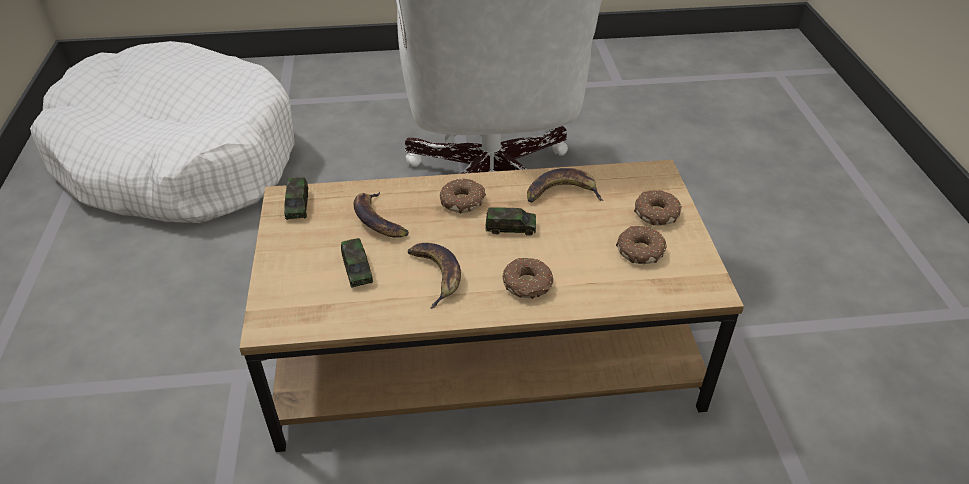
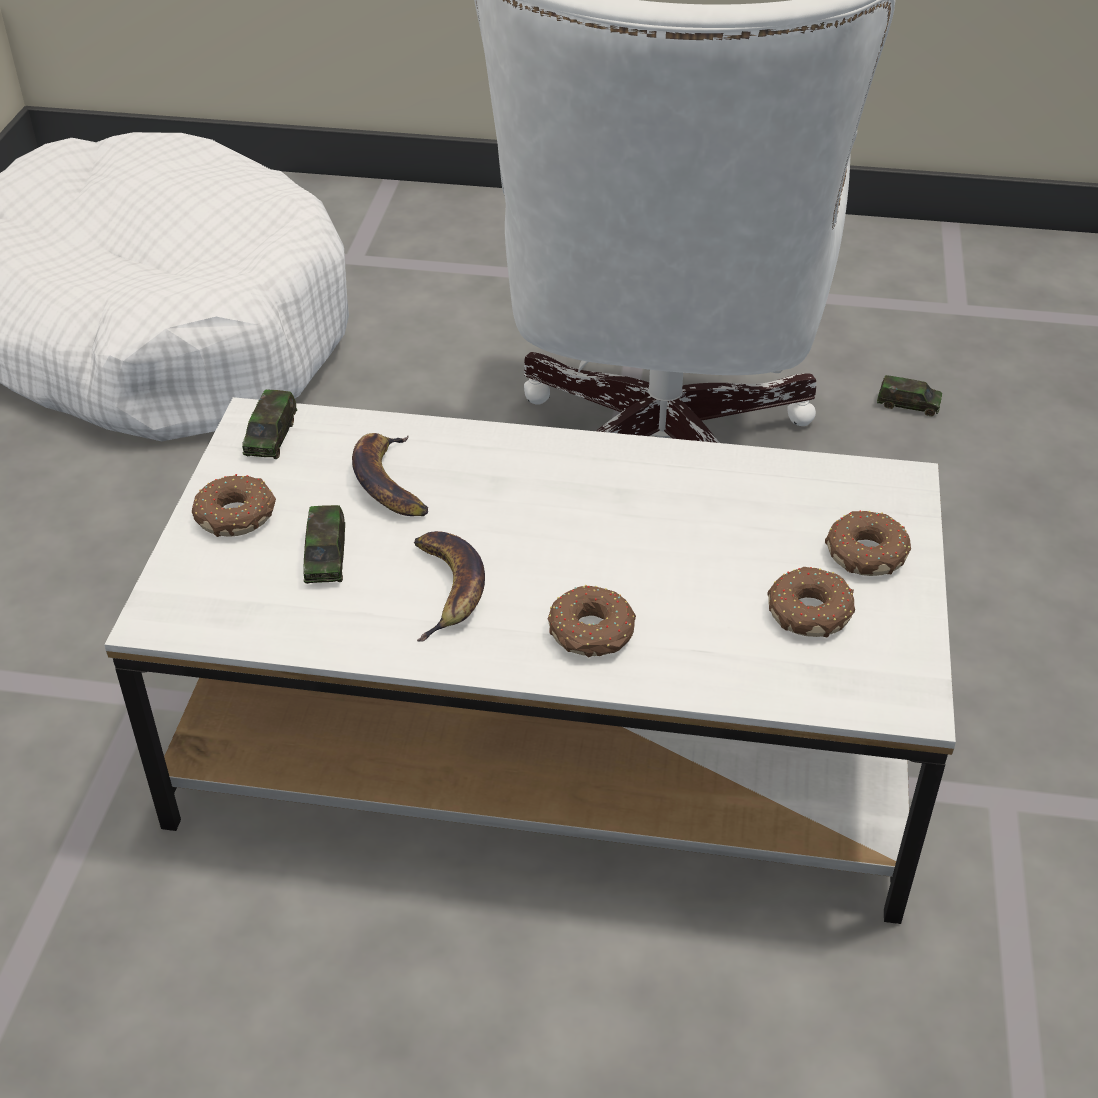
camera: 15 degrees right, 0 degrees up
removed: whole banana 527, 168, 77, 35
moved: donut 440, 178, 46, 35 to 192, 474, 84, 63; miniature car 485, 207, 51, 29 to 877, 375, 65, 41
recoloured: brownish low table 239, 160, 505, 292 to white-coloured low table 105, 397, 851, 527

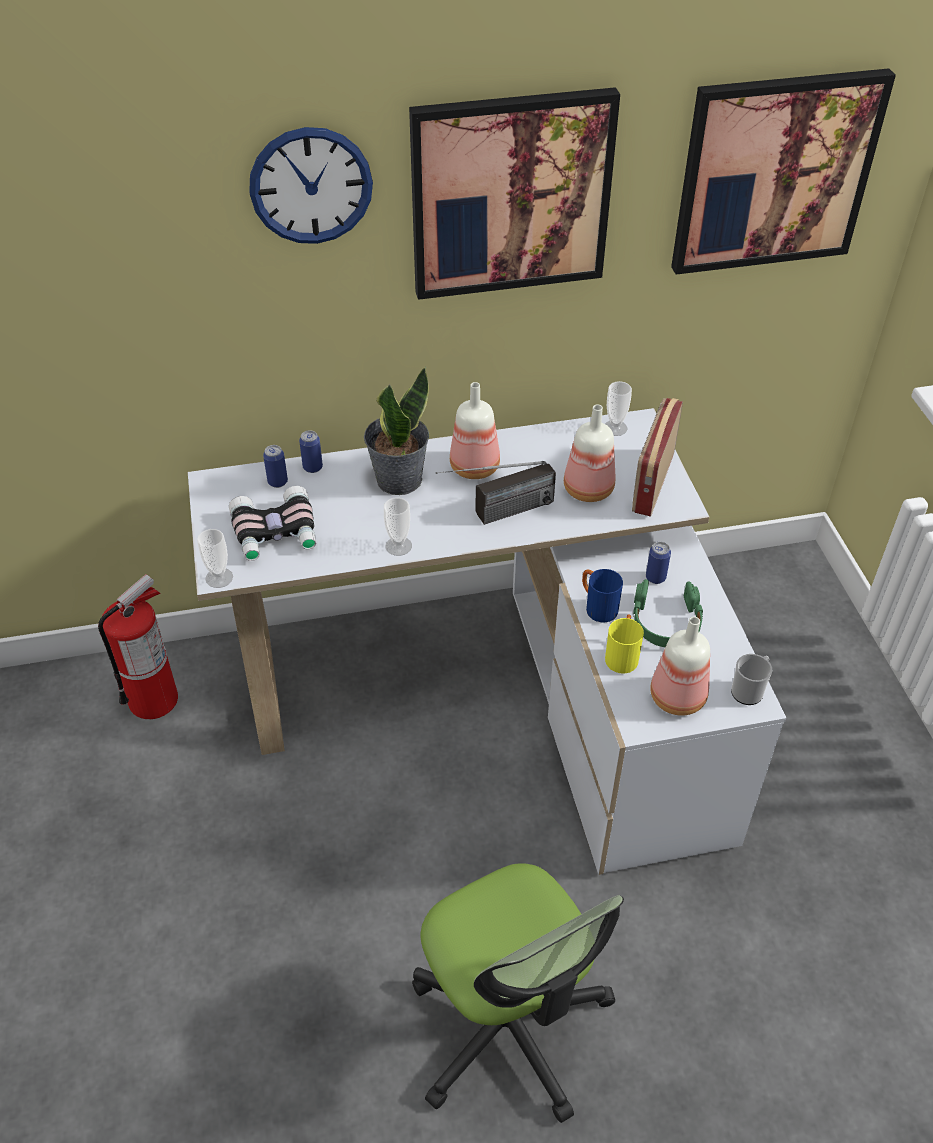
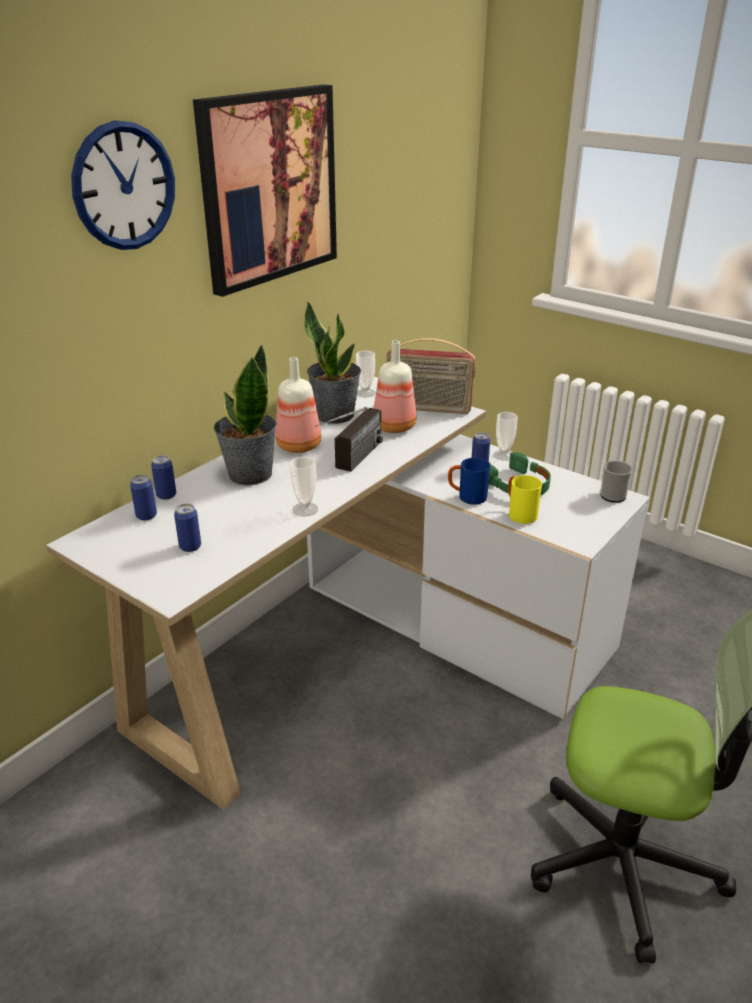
camera: 40 degrees left, 15 degrees down
removed: fire-fighting cylinder 98, 574, 80, 145; bottle 650, 617, 60, 99; picture 671, 68, 225, 207
added: houseplant 303, 301, 58, 123
moved: small cup 197, 529, 36, 59 to 493, 412, 25, 49
replaced: field glasses 229, 486, 87, 75 to metal can 174, 503, 27, 49
turned: radio set 632, 398, 51, 119 = 386, 338, 89, 76 60 degrees counterclockwise

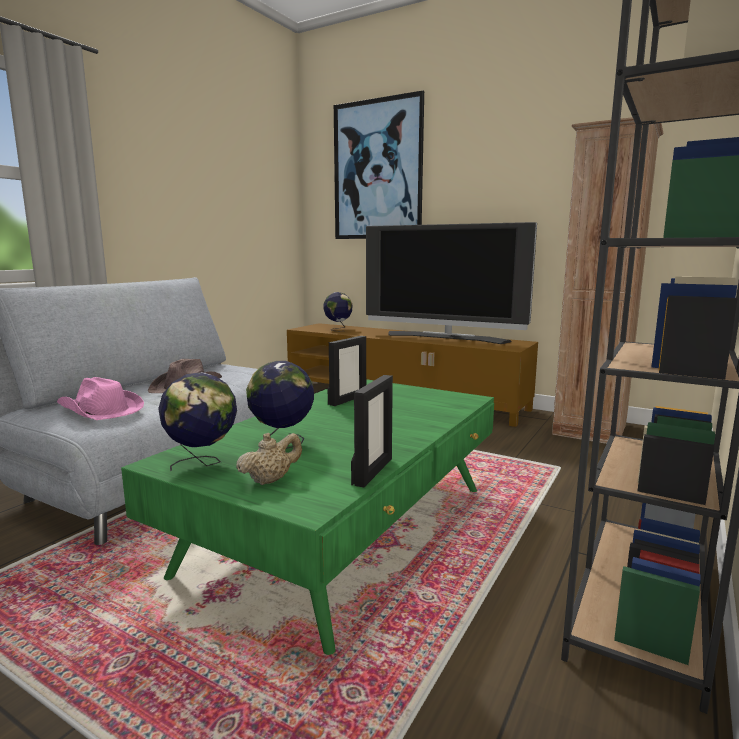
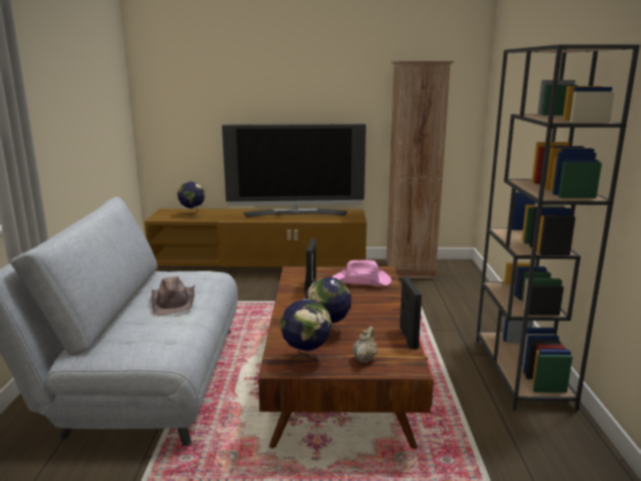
camera: 30 degrees left, 5 degrees up
removed: picture 334, 90, 90, 149
moved: pink wearable hat 57, 377, 87, 43 to 332, 260, 60, 26
recoloured: green-coloured low table 121, 379, 373, 276 to brownish low table 258, 266, 176, 183

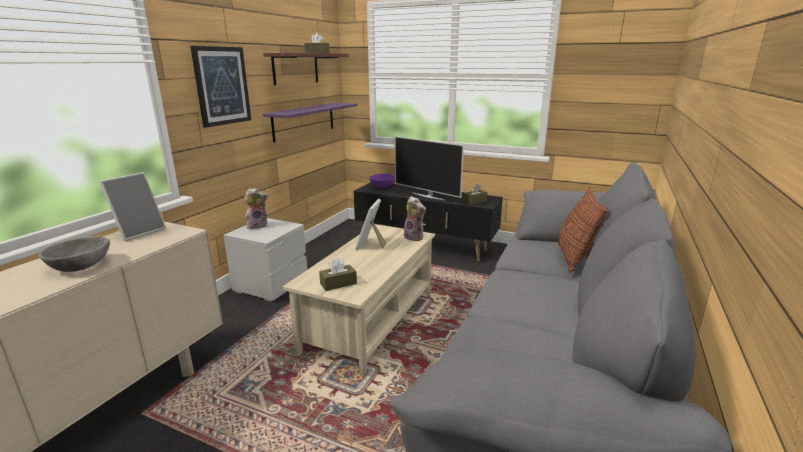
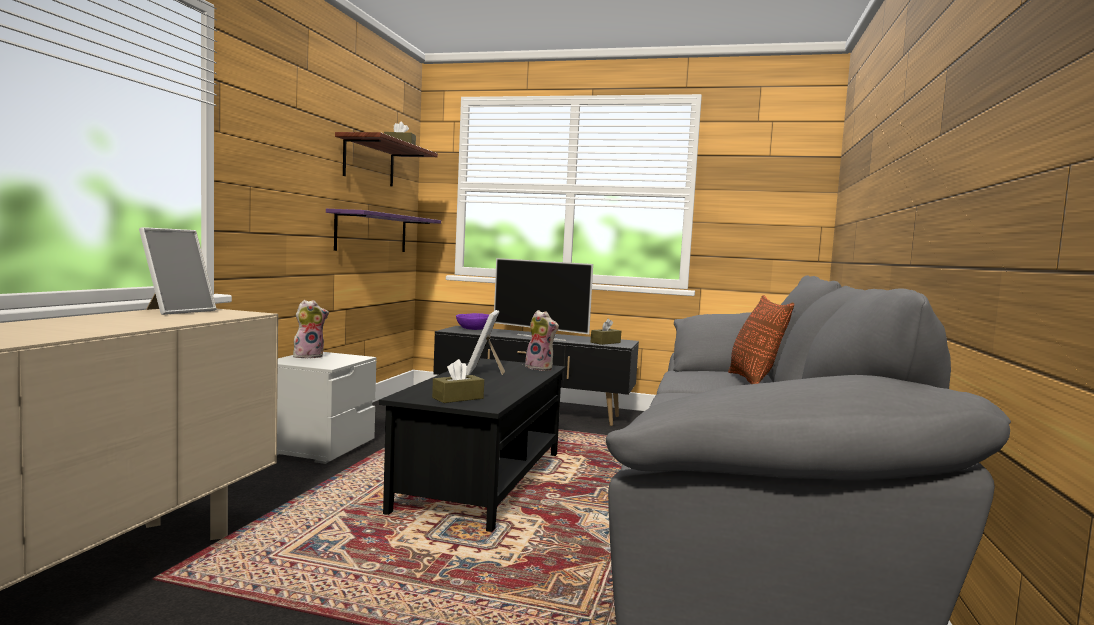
camera: 10 degrees left, 15 degrees down
removed: grey bowl 39, 236, 71, 36; picture 190, 46, 61, 82
recoloured: sand-coloured low table 283, 224, 152, 153 to blackish low table 379, 358, 187, 174

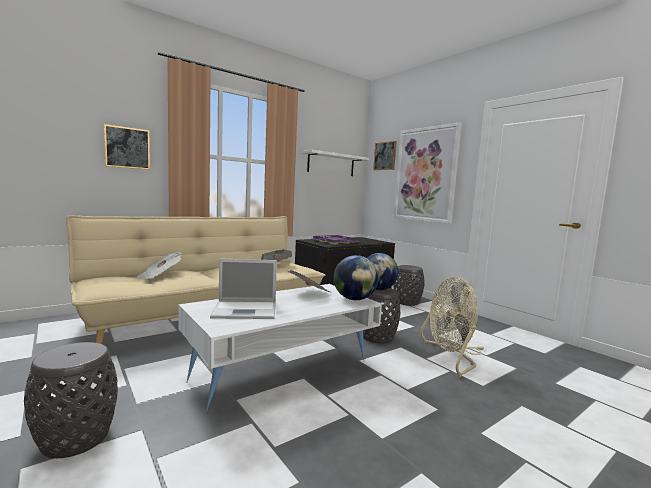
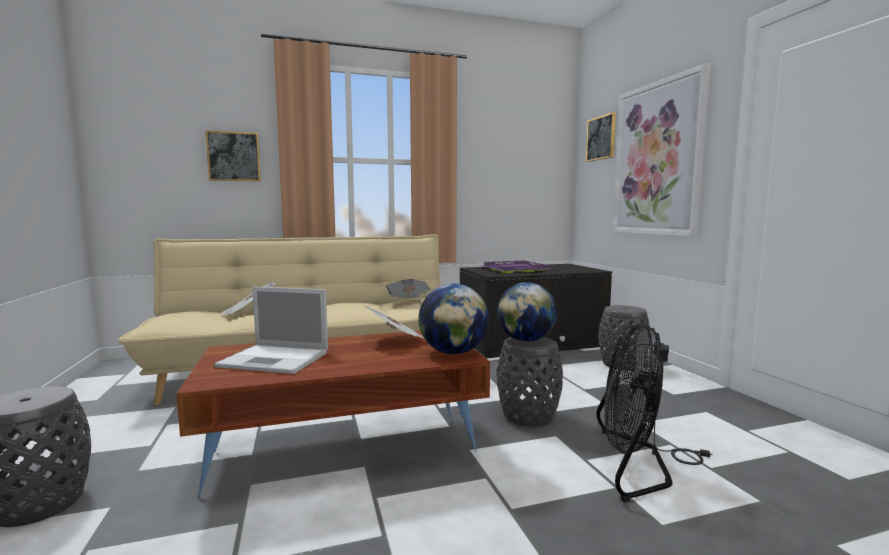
camera: 20 degrees right, 0 degrees up
removed: white-coloured shelf 302, 150, 67, 26
recoloured: white-coloured low table 178, 284, 204, 129 to brownish low table 176, 331, 314, 166; sand-coloured cooling fan 421, 277, 63, 101 to blackish cooling fan 597, 323, 116, 180

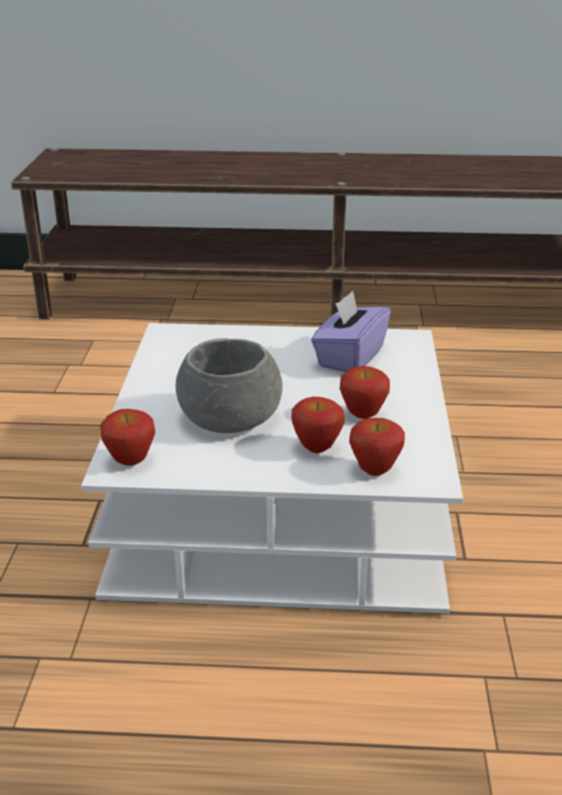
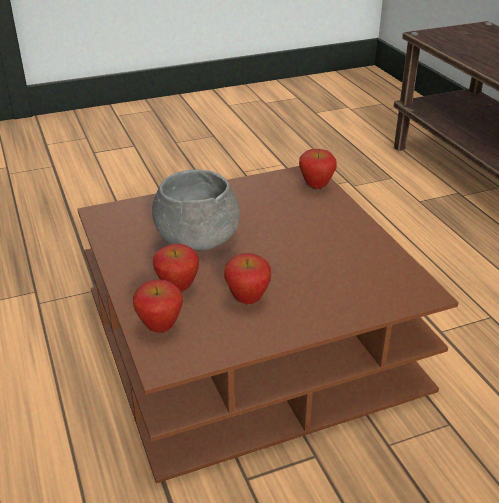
camera: 65 degrees right, 5 degrees up
removed: purple tissue box 311, 291, 80, 81
moved: apple 100, 409, 56, 57 to 299, 149, 38, 40
recoloured: white-coloured low table 81, 323, 382, 291 to brownish low table 77, 166, 382, 318

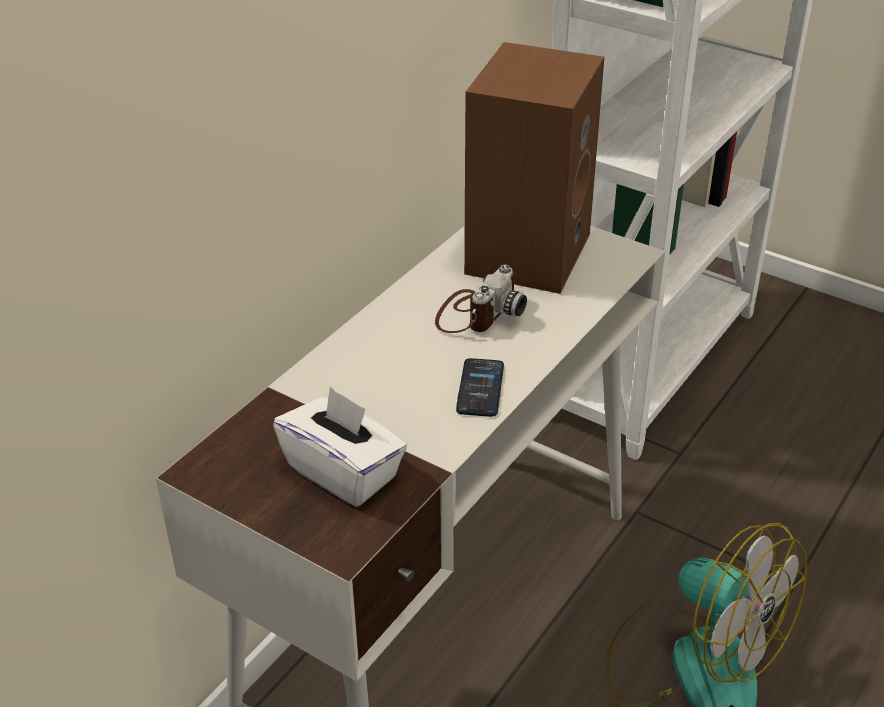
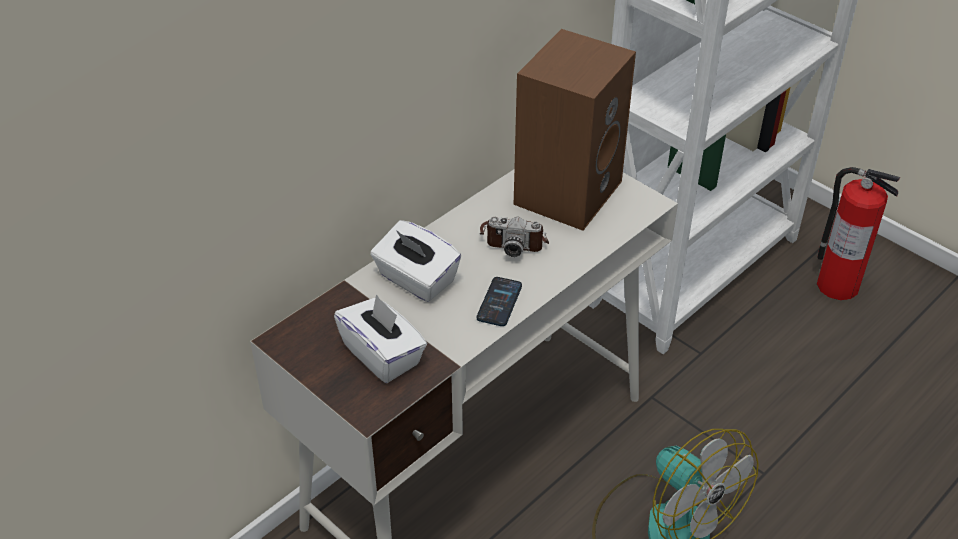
camera: 10 degrees right, 5 degrees up
added: white-coloured tissue box 370, 220, 91, 82; fire-fighting cylinder 817, 167, 84, 133
turned: photo camera 435, 265, 92, 68 = 480, 217, 69, 40 60 degrees clockwise

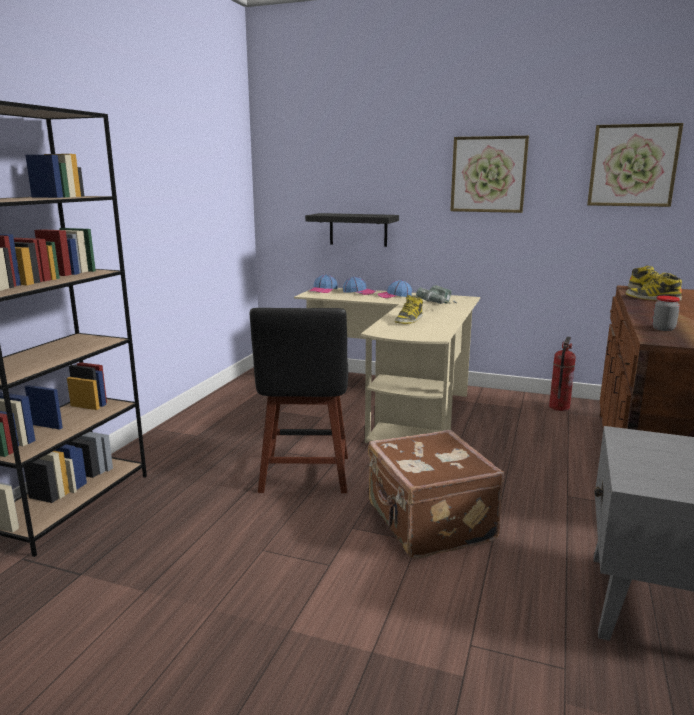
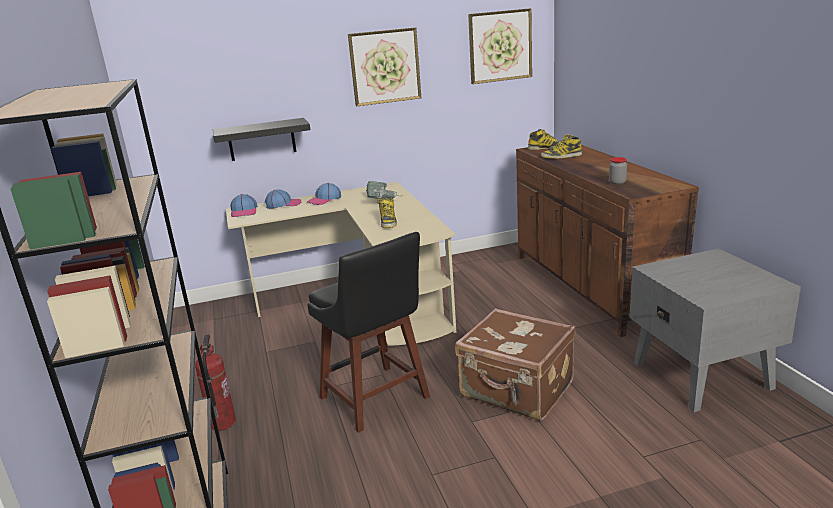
camera: 35 degrees left, 5 degrees up
moved: fire-fighting cylinder 549, 337, 27, 74 to 195, 334, 41, 97

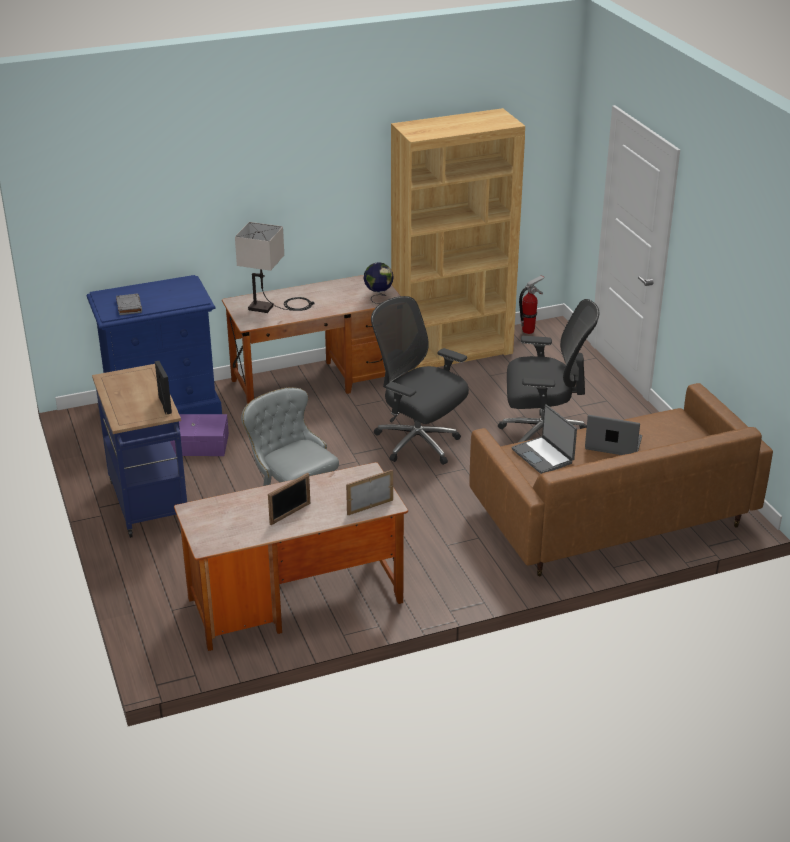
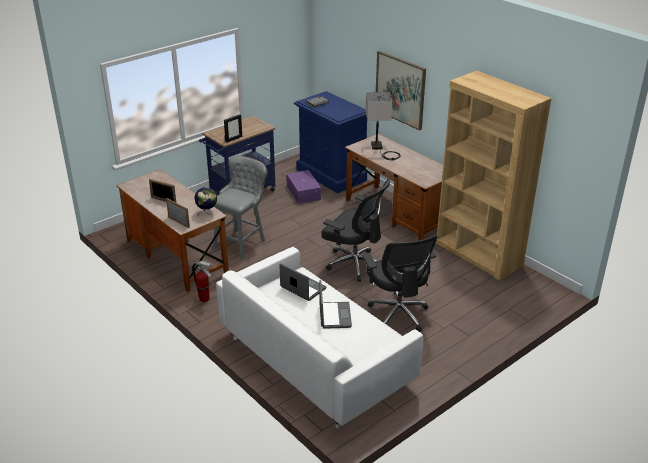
camera: 70 degrees right, 0 degrees up
added: picture 376, 51, 50, 80
moved: globe 364, 262, 30, 42 to 194, 187, 23, 29; fire-fighting cylinder 519, 275, 26, 59 to 192, 261, 20, 41
recoloured: brownish sofa 469, 383, 304, 193 to white-coloured sofa 216, 247, 207, 181
turned: computer chair 371, 296, 98, 169 = 321, 179, 69, 103 105 degrees clockwise; notebook computer 512, 404, 65, 70 = 279, 263, 47, 38 90 degrees clockwise

